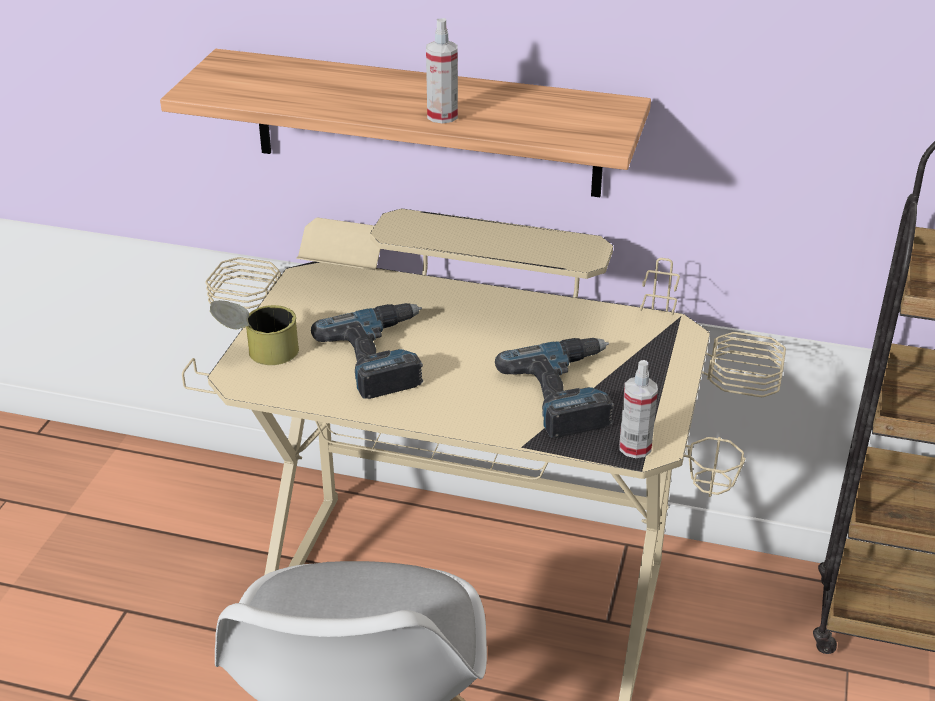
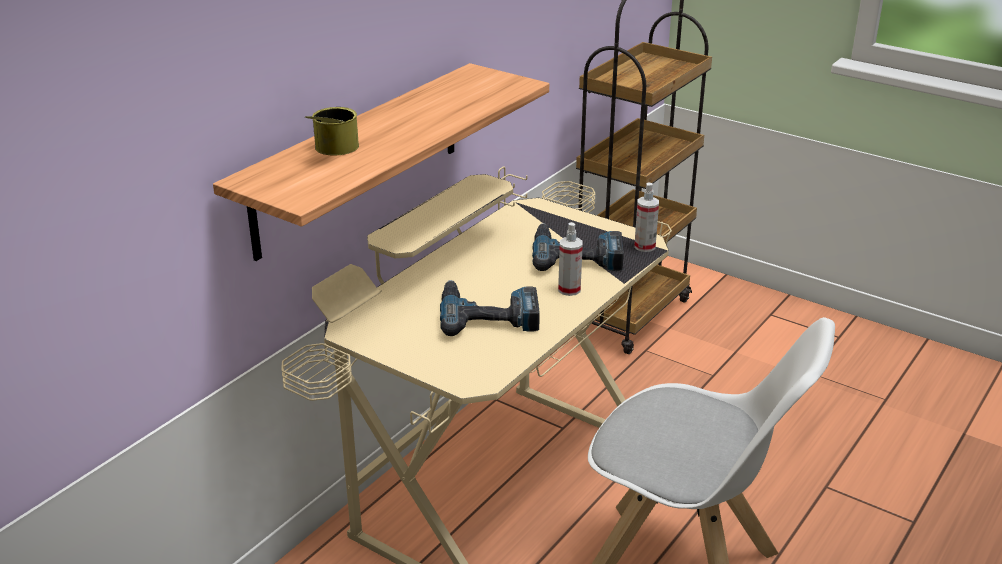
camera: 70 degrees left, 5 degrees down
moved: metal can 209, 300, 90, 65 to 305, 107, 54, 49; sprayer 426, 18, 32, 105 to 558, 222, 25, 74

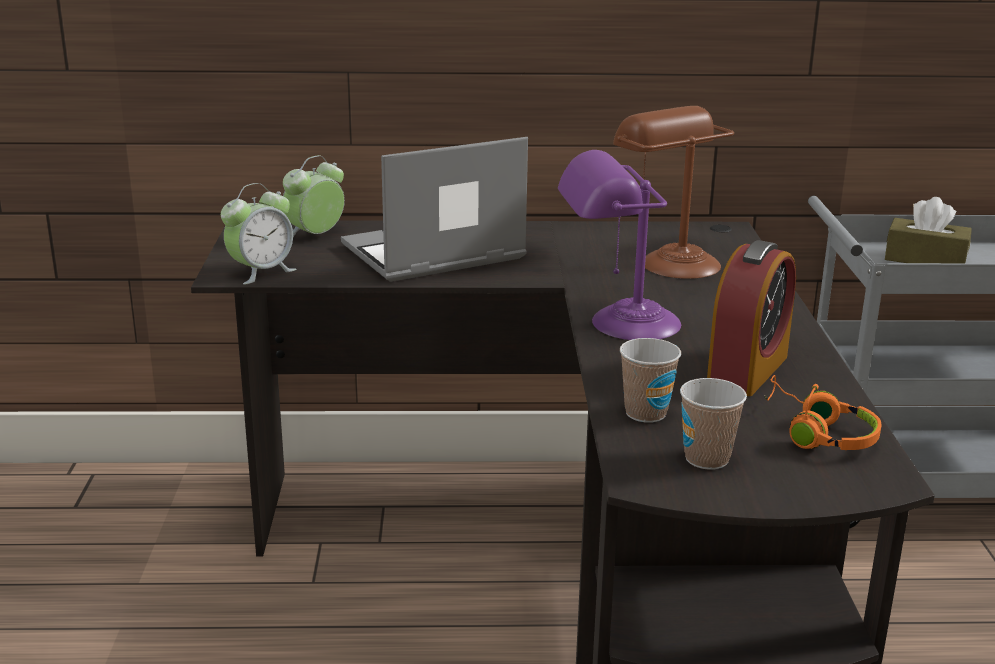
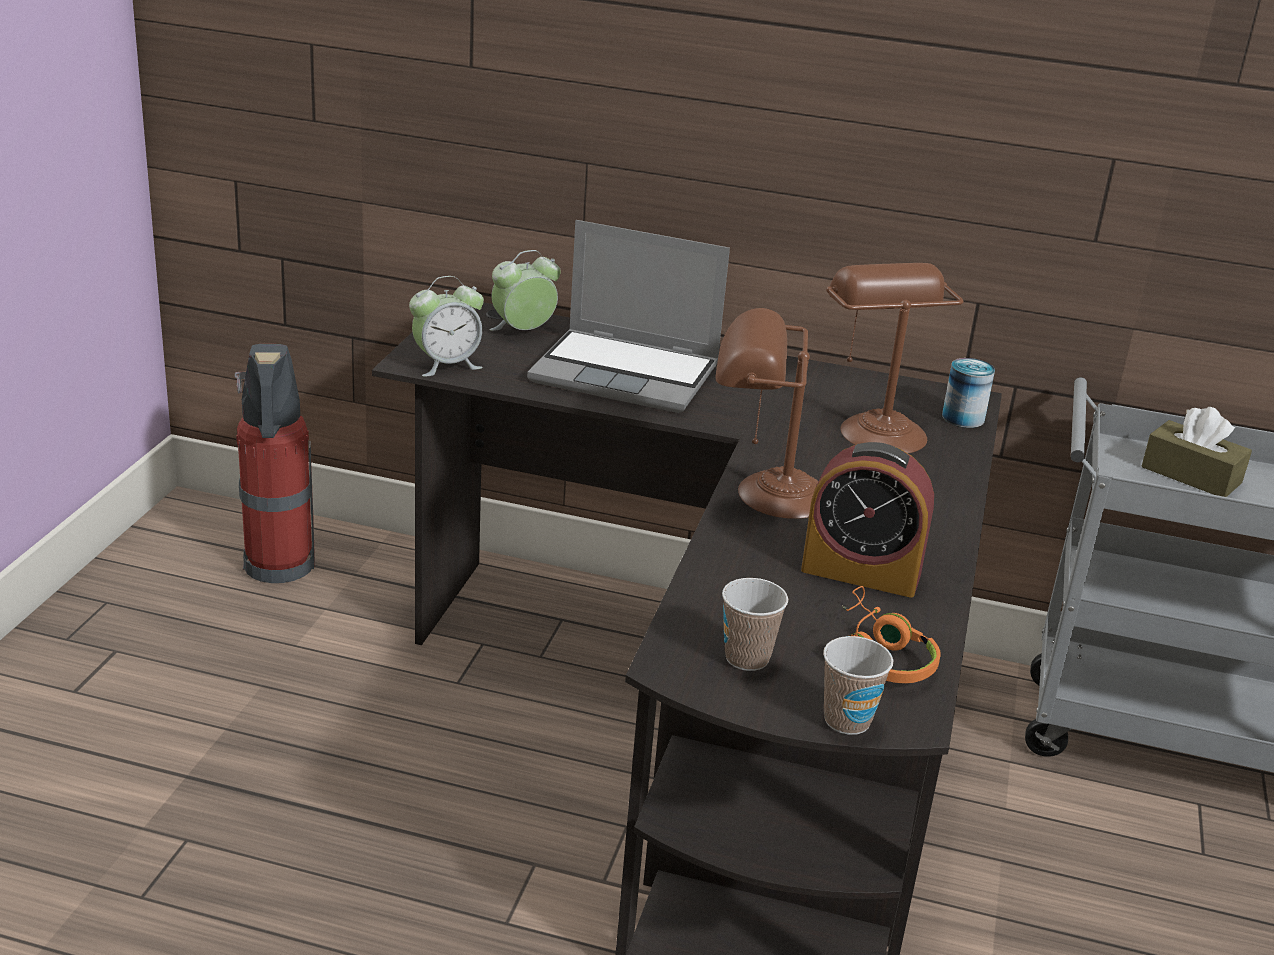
camera: 15 degrees right, 5 degrees up
added: fire-fighting cylinder 235, 344, 80, 239; metal can 942, 358, 53, 70
moved: small cup 620, 338, 61, 85 to 823, 636, 70, 99
recoloured: purple tabletop lamp 558, 150, 123, 190 to brownish tabletop lamp 716, 308, 102, 211
turned: notebook computer 341, 137, 187, 145 = 527, 220, 203, 193 150 degrees counterclockwise; table clock 707, 240, 89, 156 = 801, 442, 133, 155 60 degrees clockwise

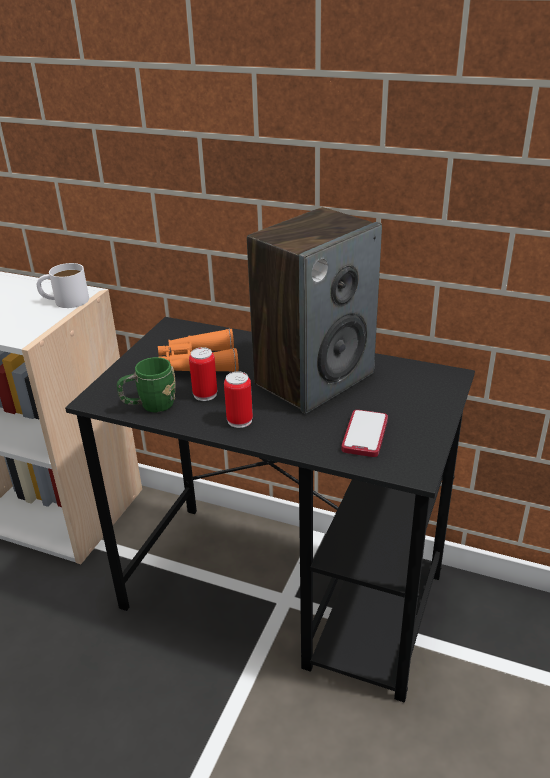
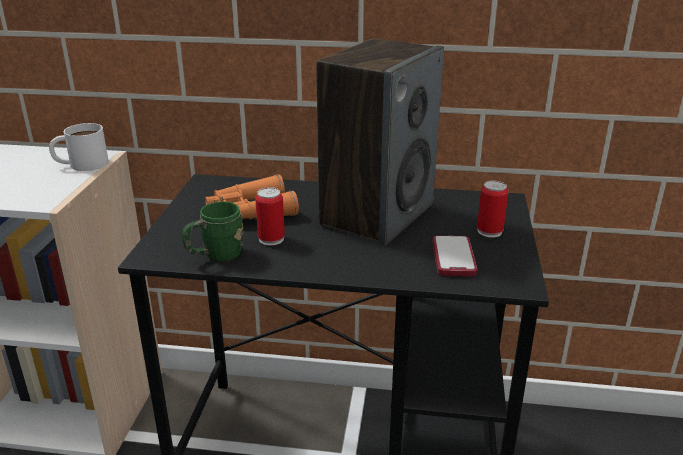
camera: 15 degrees left, 5 degrees down
moved: metal can 224, 371, 29, 57 to 477, 181, 31, 57

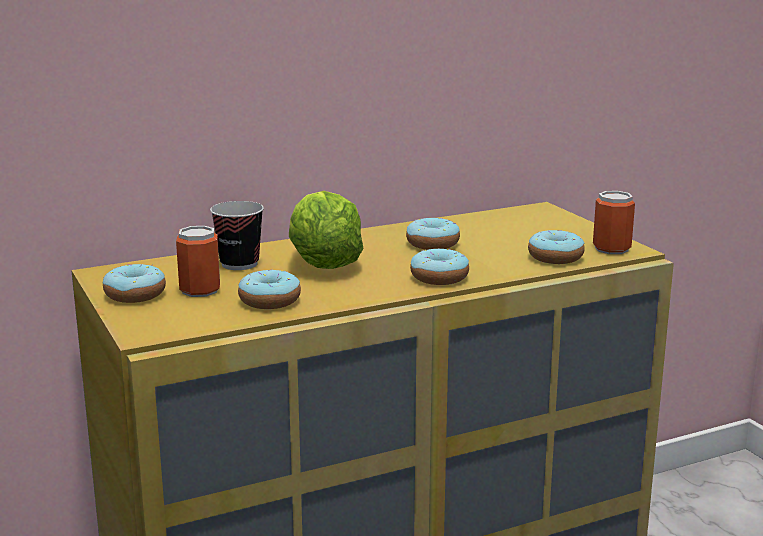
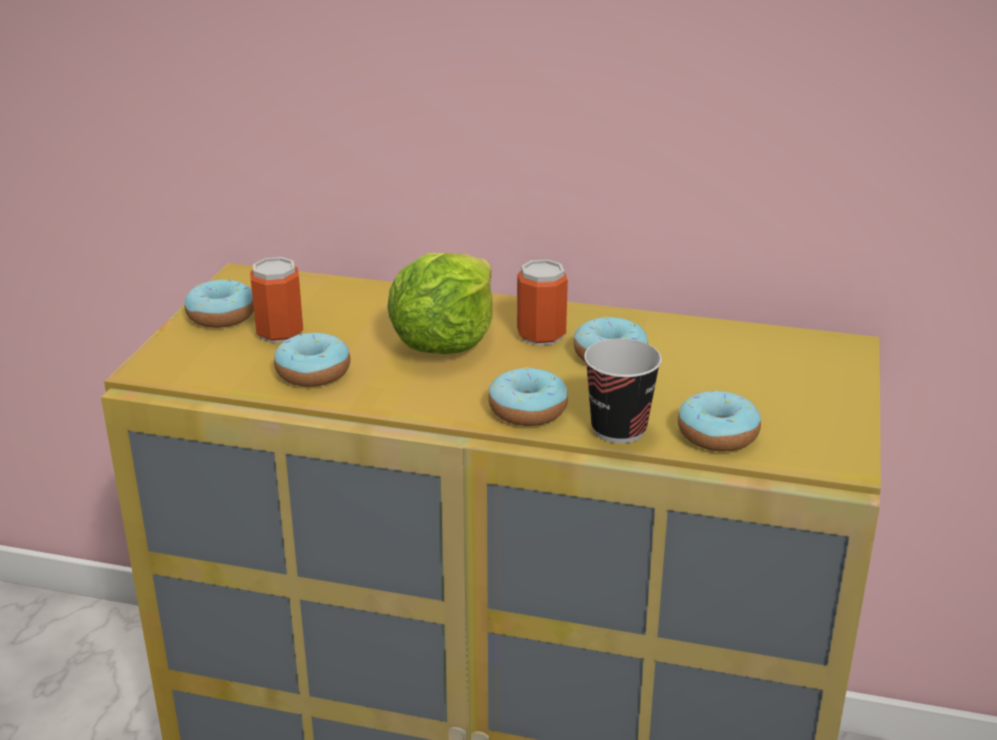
camera: 40 degrees right, 10 degrees up
moved: small cup 210, 201, 54, 69 to 584, 338, 78, 105; metal can 593, 191, 42, 63 to 517, 259, 51, 86

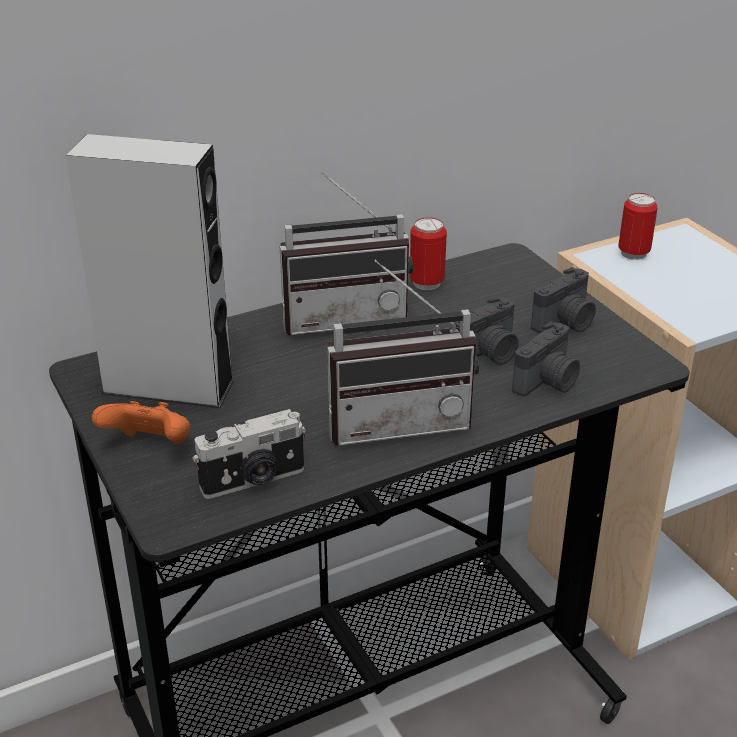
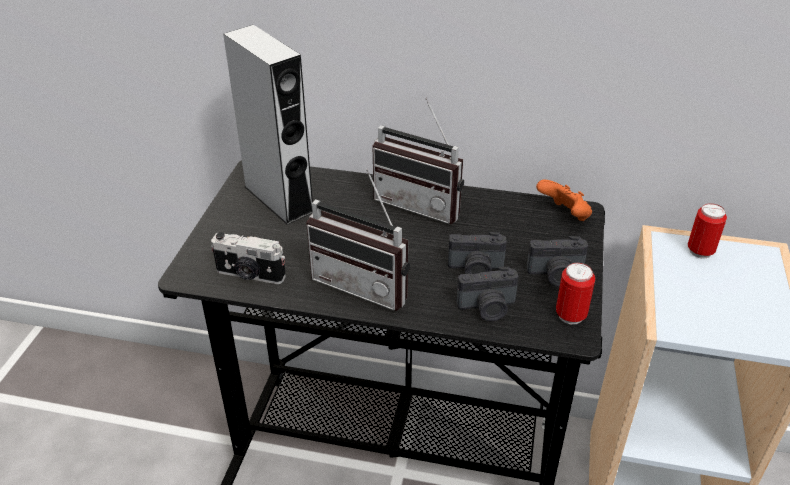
camera: 40 degrees right, 5 degrees up
moved: orange joypad 92, 401, 98, 43 to 536, 180, 56, 41; metal can 410, 217, 37, 73 to 556, 263, 39, 61

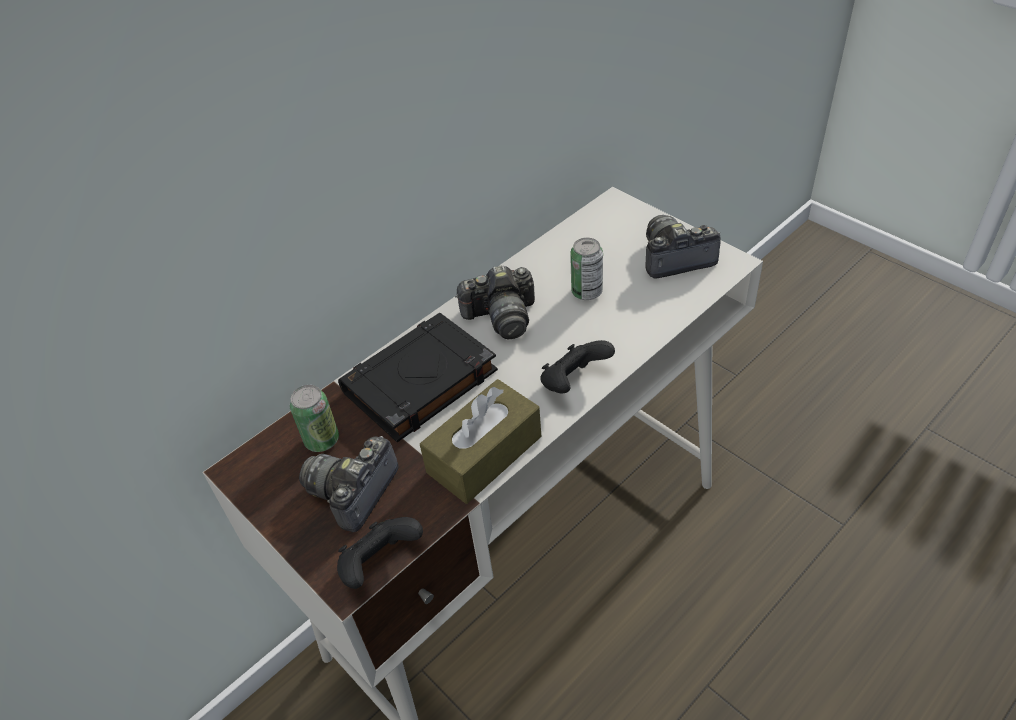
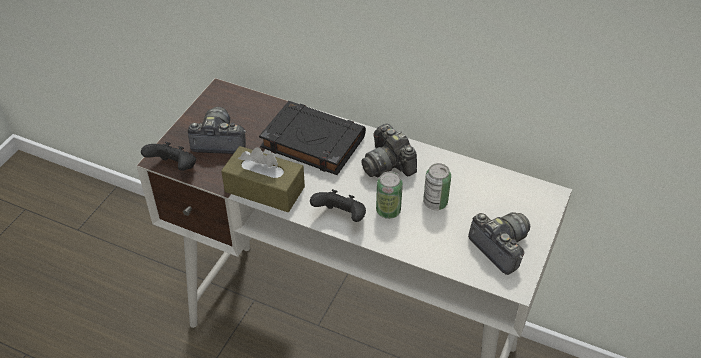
camera: 65 degrees right, 0 degrees up
moved: metal can 290, 385, 49, 67 to 376, 171, 27, 48

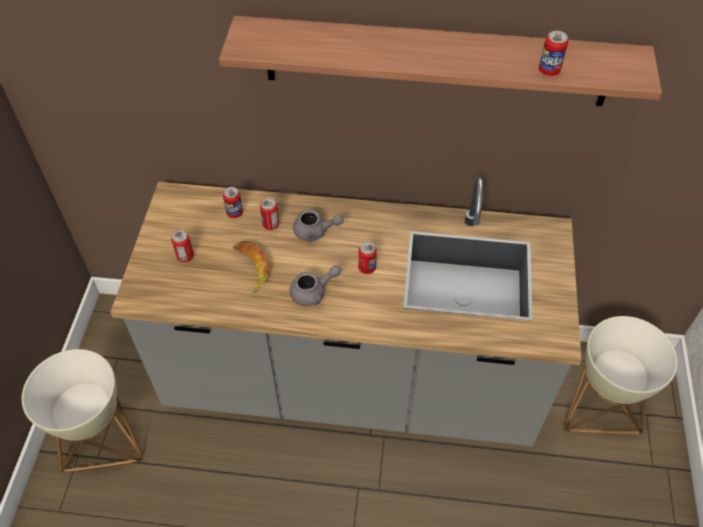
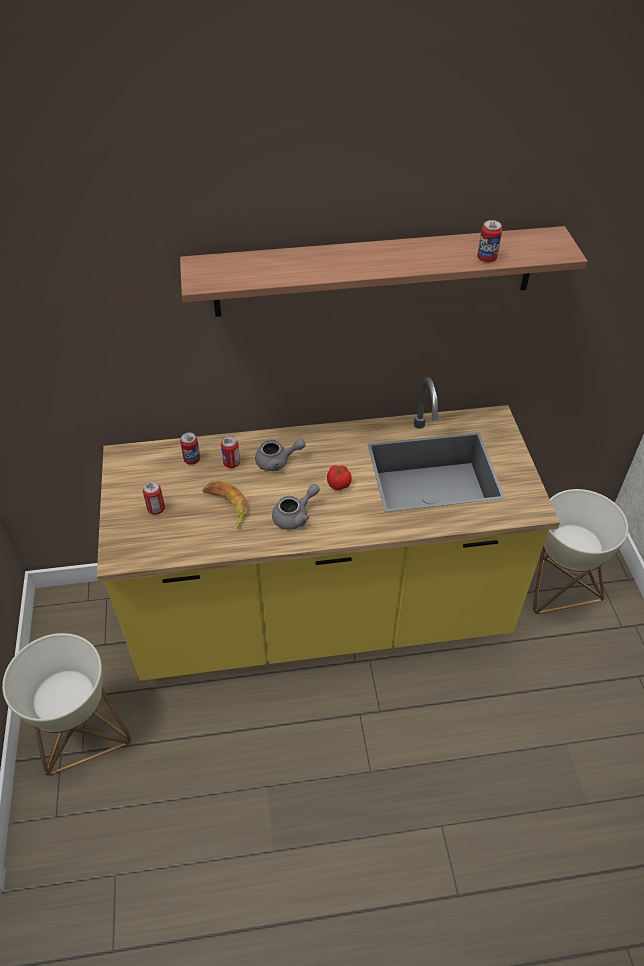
camera: 15 degrees left, 5 degrees down
replaced: metal can 358, 242, 19, 32 to tomato 327, 465, 25, 25
recoloured: grey kitchen counter 111, 177, 471, 269 to yellowish kitchen counter 97, 377, 463, 304

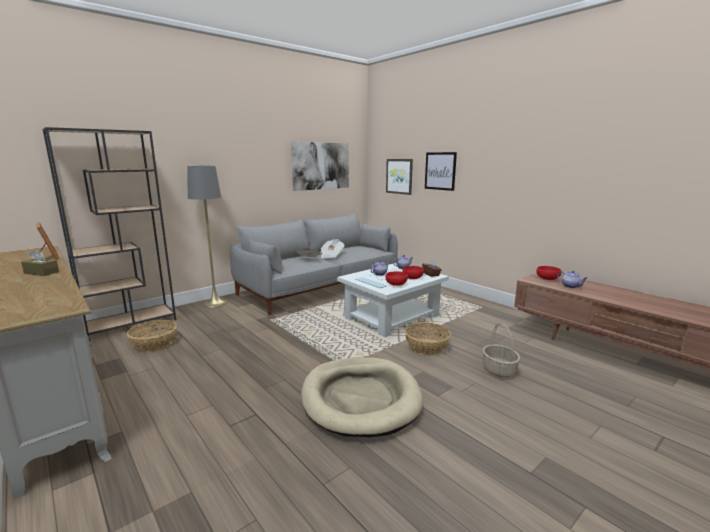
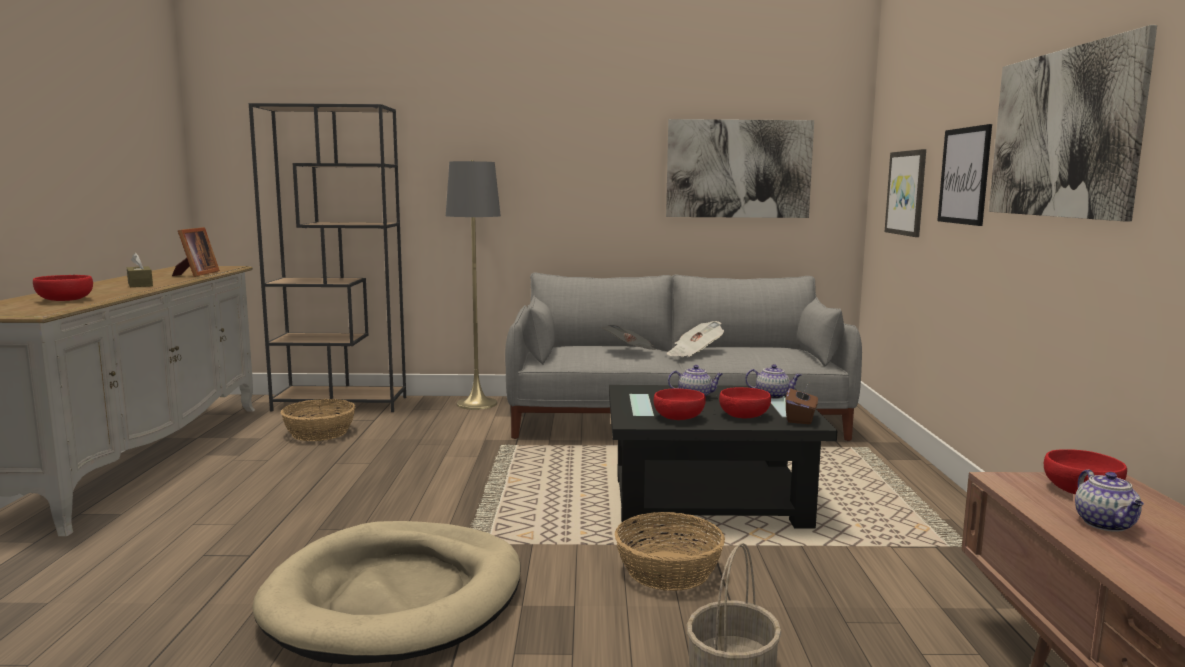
camera: 40 degrees right, 5 degrees down
added: reddish bowl 33, 275, 60, 26; picture 989, 25, 168, 197
recoloured: white-coloured low table 337, 263, 112, 74 to blackish low table 609, 385, 228, 144

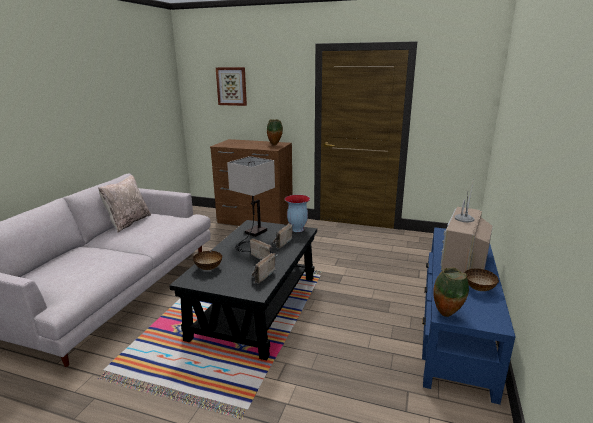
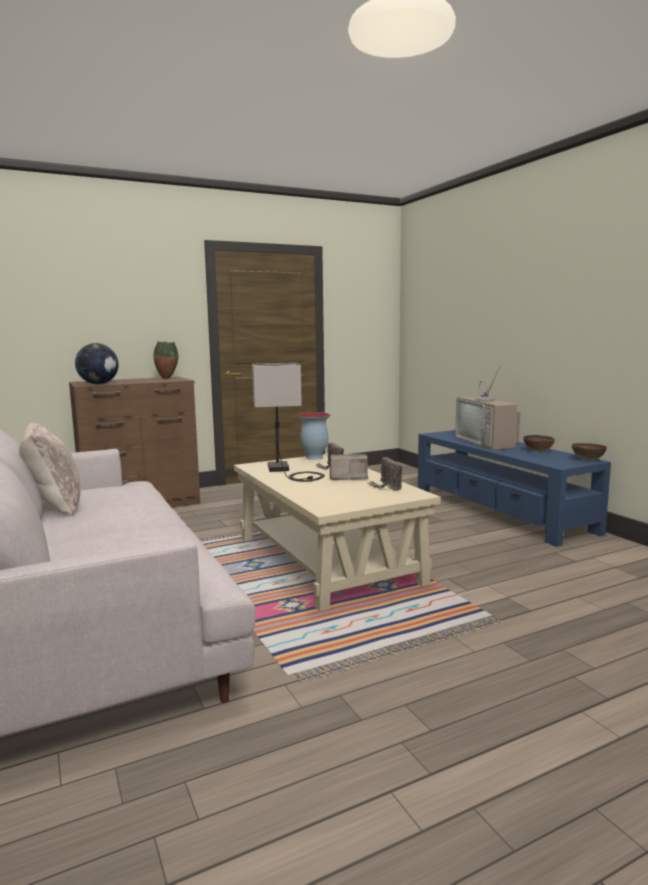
camera: 45 degrees left, 10 degrees down
removed: picture 216, 67, 31, 39; decorative vase 433, 267, 36, 50
added: globe 75, 343, 44, 41
moved: bowl 193, 251, 29, 19 to 572, 443, 35, 18
recoloured: blackish low table 169, 220, 148, 140 to sand-coloured low table 234, 454, 207, 158

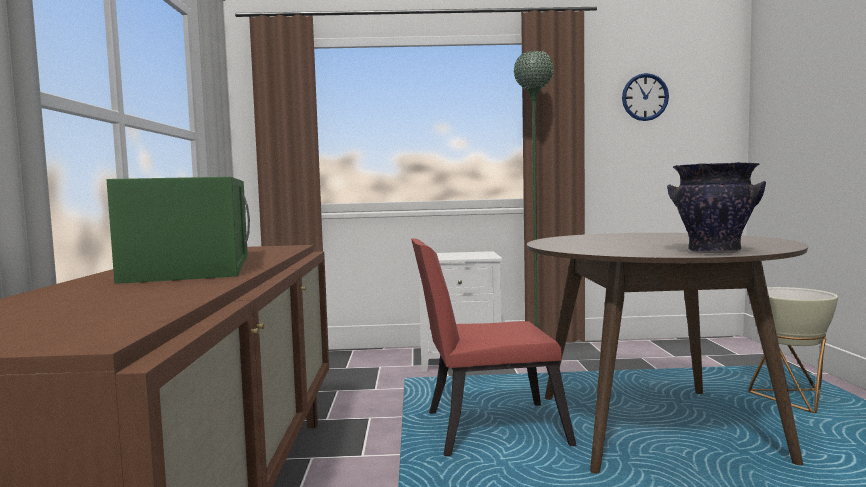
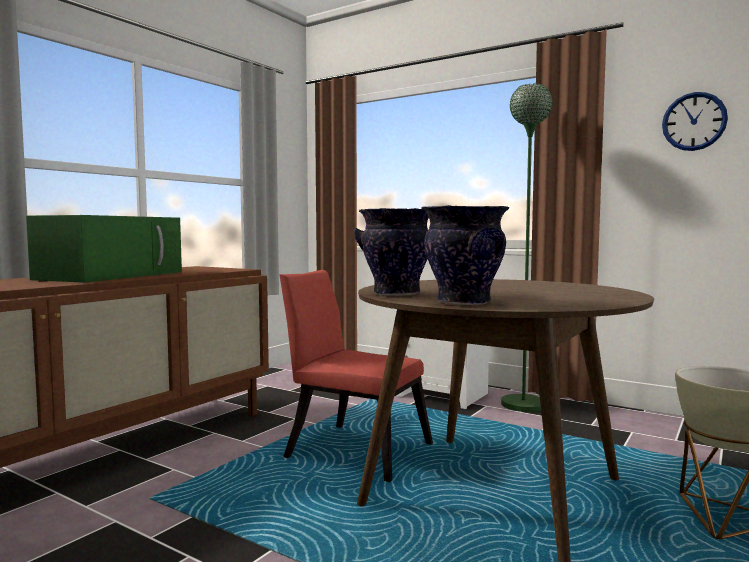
camera: 35 degrees right, 0 degrees up
added: decorative vase 354, 208, 75, 88

